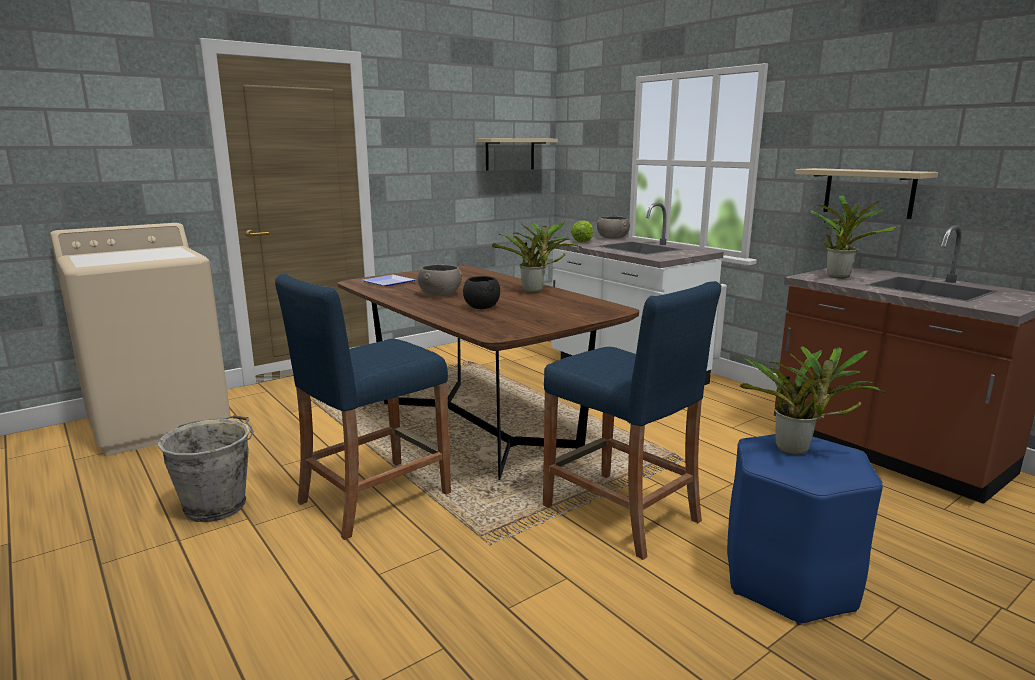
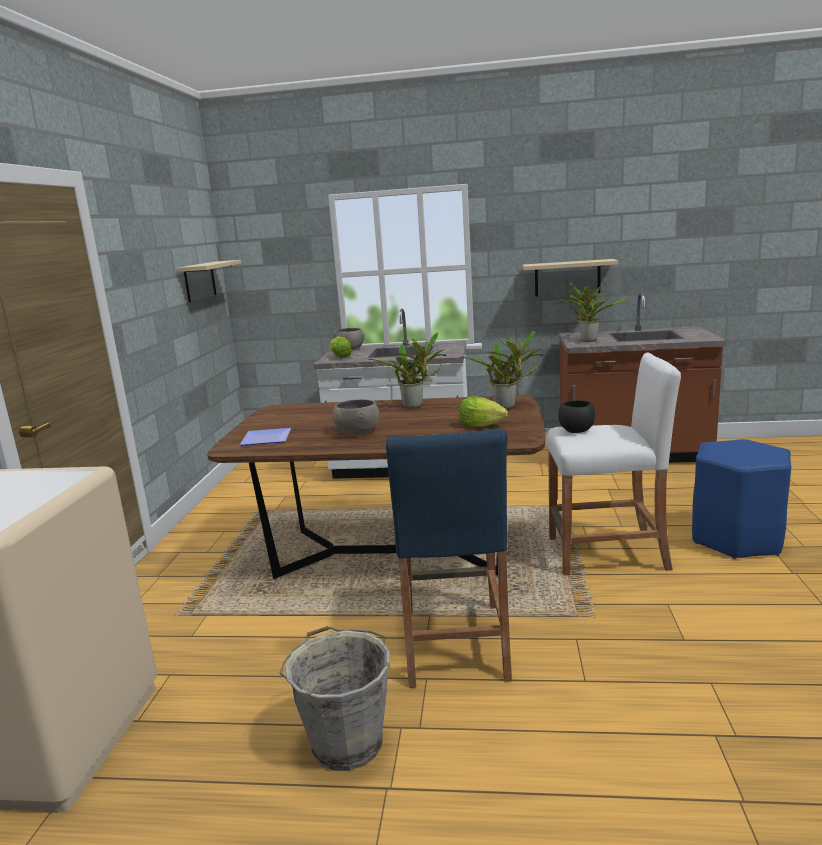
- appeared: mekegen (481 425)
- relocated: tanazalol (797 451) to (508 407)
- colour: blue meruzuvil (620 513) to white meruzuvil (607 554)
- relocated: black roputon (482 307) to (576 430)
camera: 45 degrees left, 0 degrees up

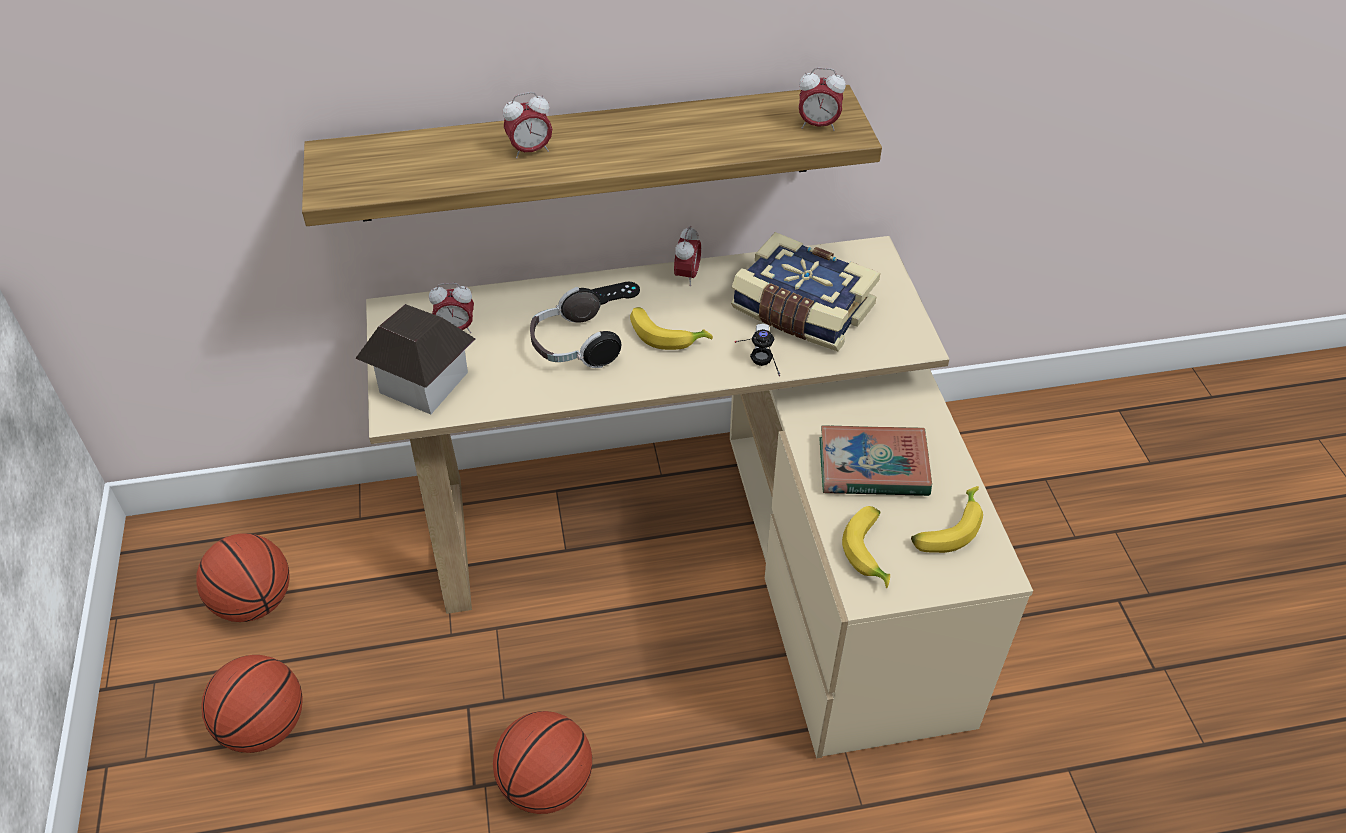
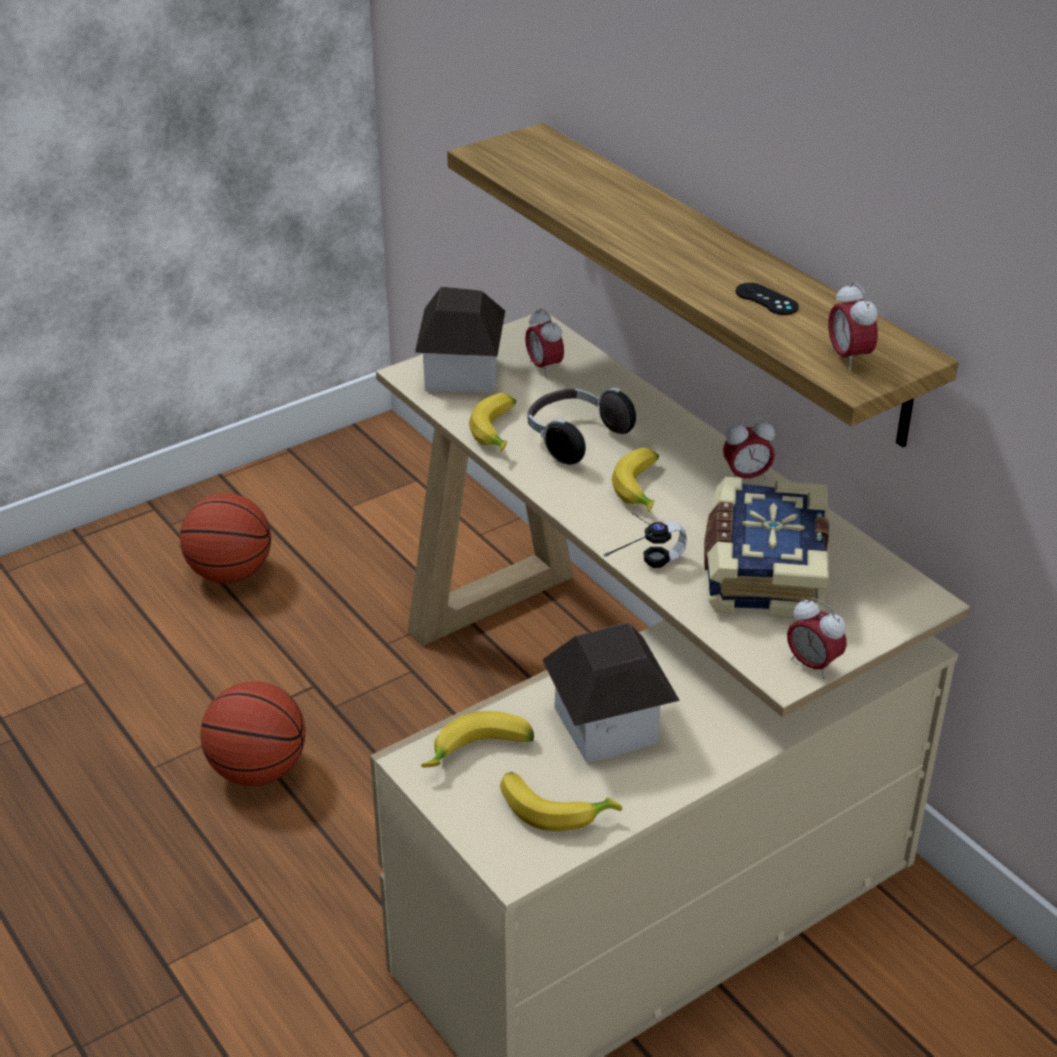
- appeared: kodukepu (500 432)
- exchanged: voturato (873 467) to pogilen (607 724)
- relocated: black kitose (613 293) to (766 299)
- relocated: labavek (530 151) to (812 665)
- missing: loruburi (254 602)
camera: 65 degrees right, 10 degrees down

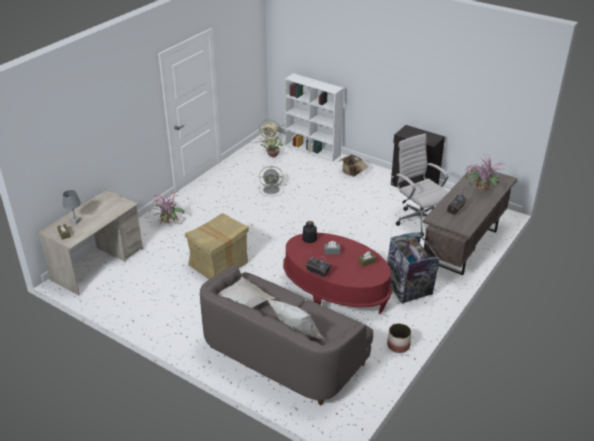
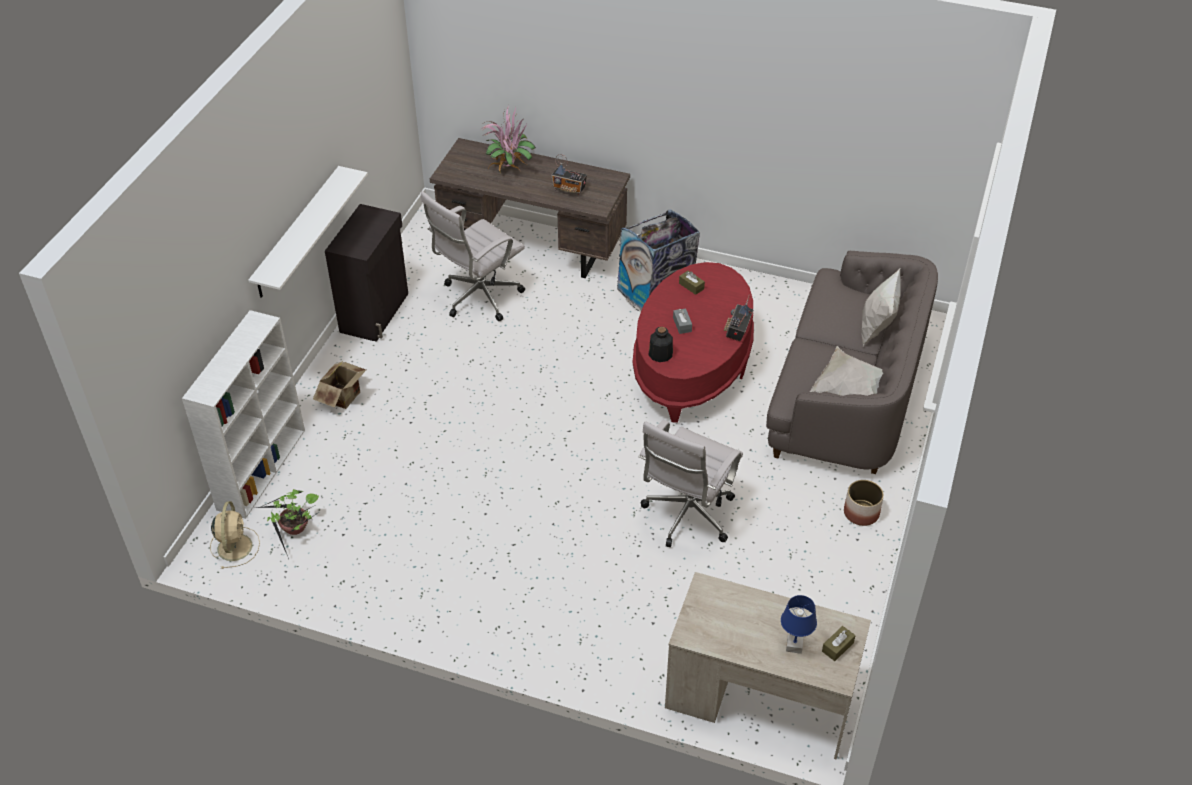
- appeared: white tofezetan (297 233)
- exchanged: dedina (219 264) to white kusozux (687 517)
- colour: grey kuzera (75 222) to blue kuzera (794 646)
- relocated: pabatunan (398 345) to (861 513)
- missing: tanazalol (168 223)
- missing: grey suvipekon (272 189)
camera: 105 degrees left, 10 degrees up

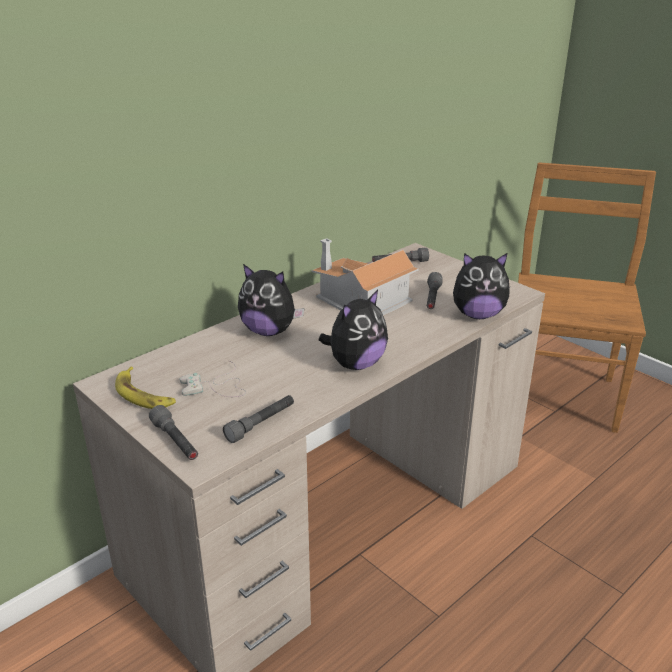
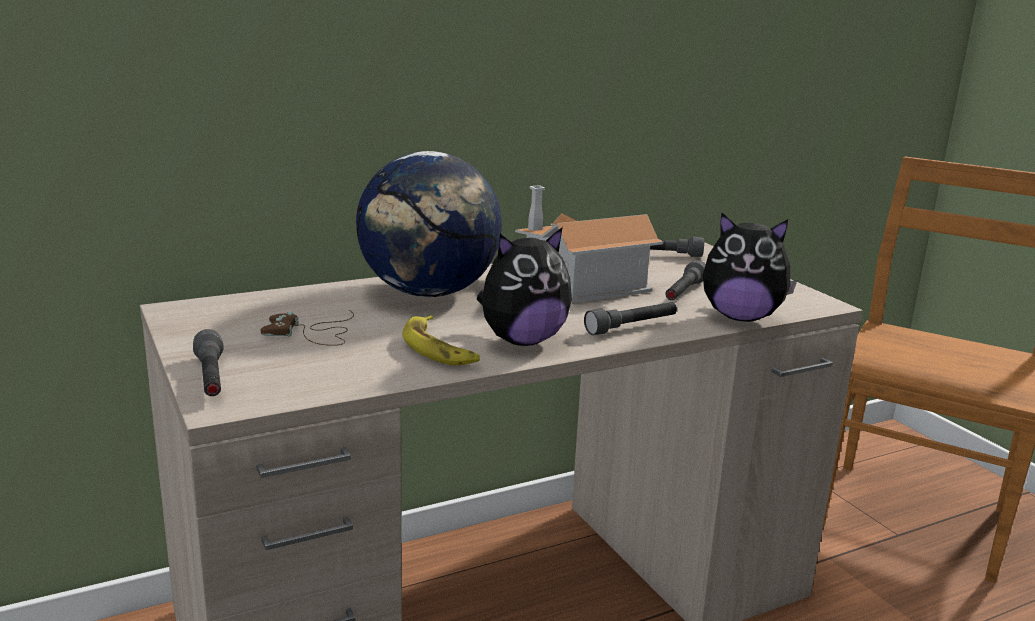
- colour: white kitose (216 386) to brown kitose (313 334)
- exchanged: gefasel (269 331) to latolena (429 293)
- relocated: kodukepu (144 394) to (438 348)
- relocated: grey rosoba (261 424) to (632 327)
camera: 15 degrees right, 10 degrees down

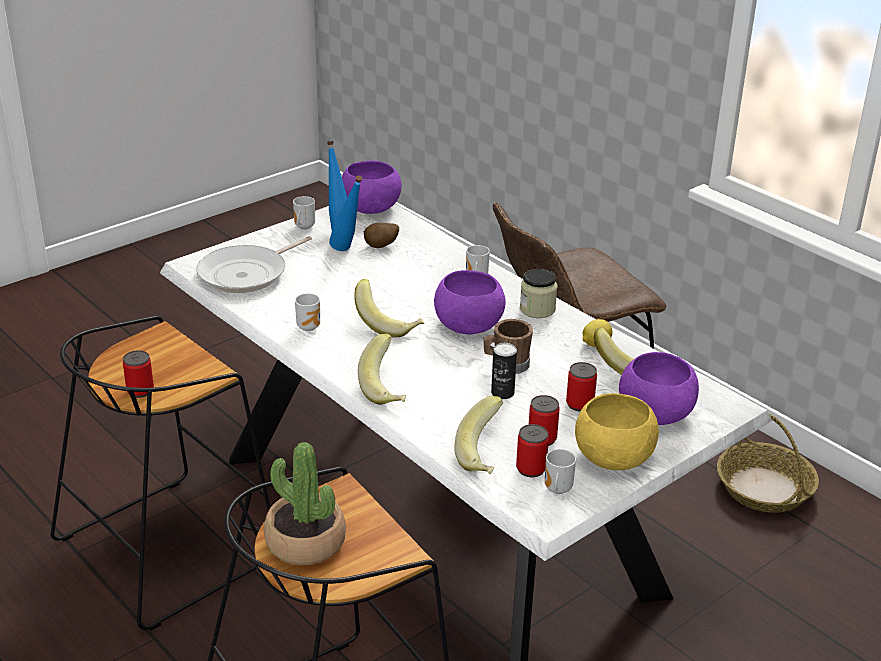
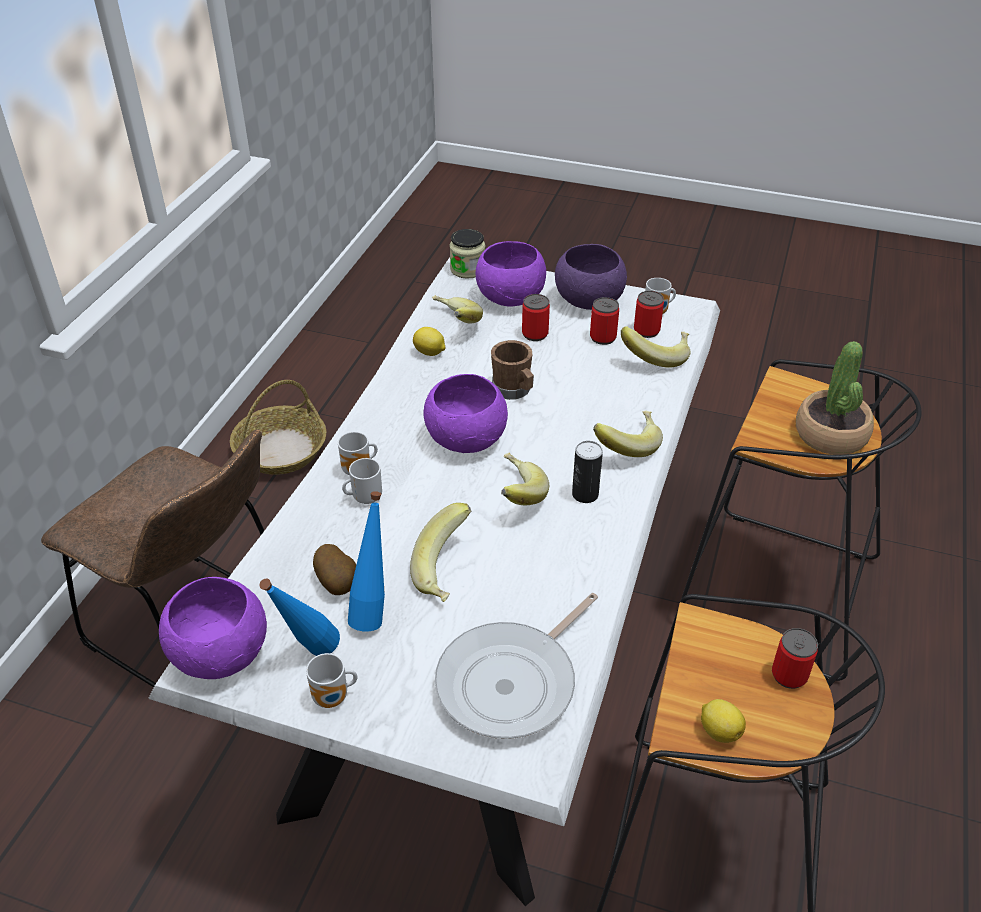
- relocated: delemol (310 327) to (365 498)
- appeared: kodukepu (448 571)
- spun: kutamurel (247 274) = (512 682) 120 degrees clockwise
- relocated: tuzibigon (537 309) to (467 269)
- colour: yellow roputon (614 457) to purple roputon (588 300)
- relocated: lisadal (502 393) to (585 494)
- appeared: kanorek (719 730)
camera: 120 degrees left, 10 degrees up

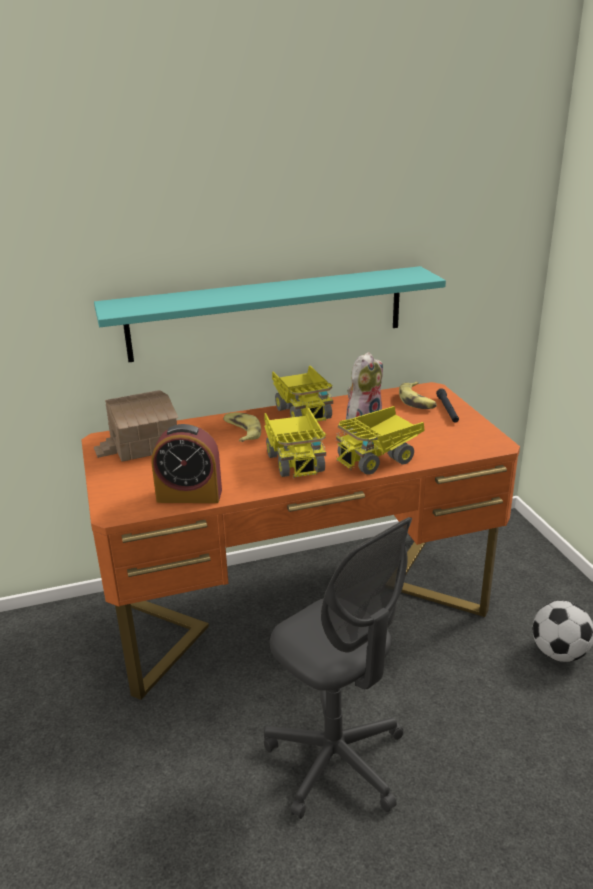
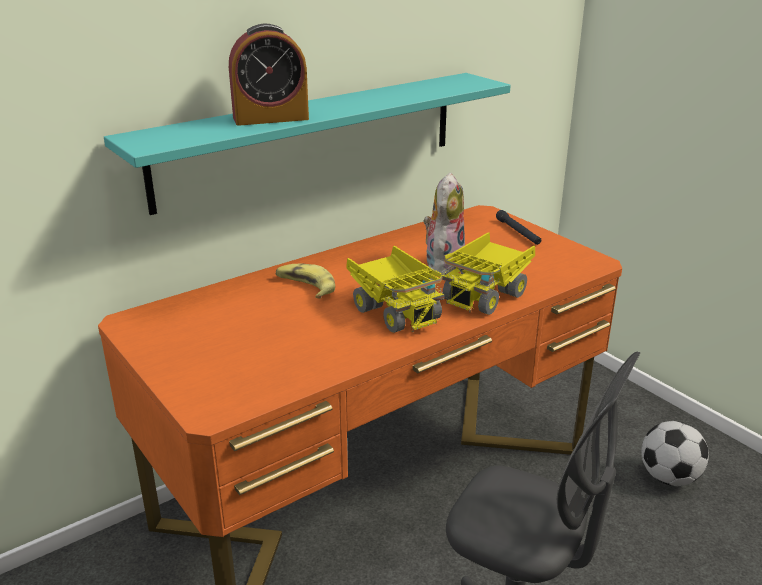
- relocated: labavek (189 495) to (270 118)
- missing: pogilen (144 442)
- missing: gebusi (303 411)
- missing: kodukepu (417 401)
camera: 20 degrees left, 0 degrees up

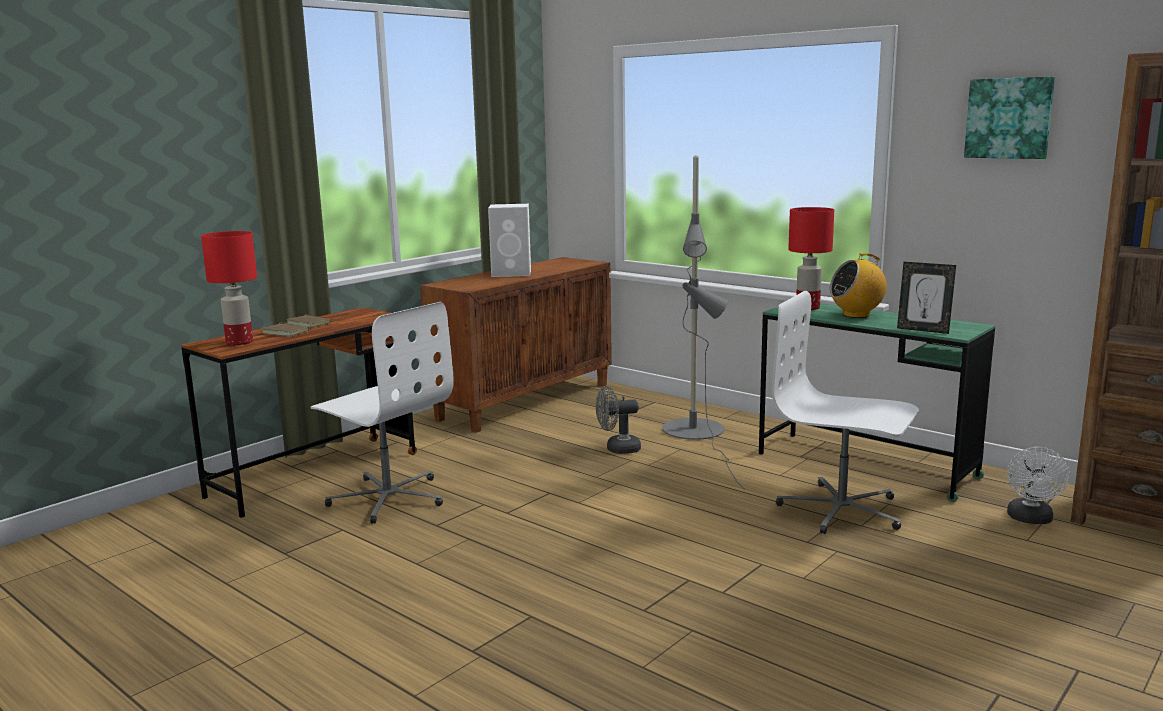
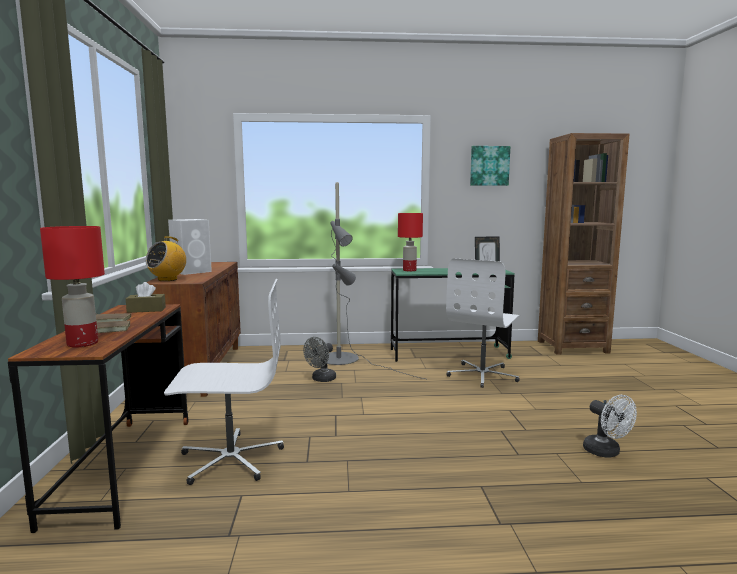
- appeared: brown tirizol (146 310)
- relocated: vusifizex (856 315) to (167 279)
- spun: white kusozux (841 510) = (483 375) 45 degrees counterclockwise
- relocated: white suvipekon (1031 519) to (606 452)
camera: 45 degrees left, 5 degrees down

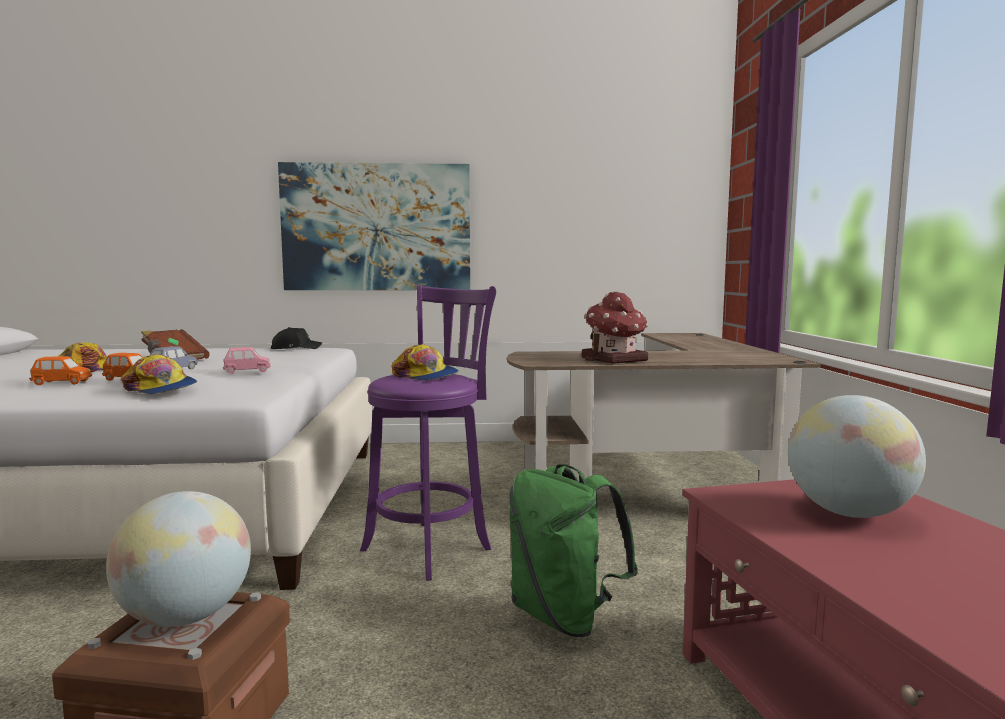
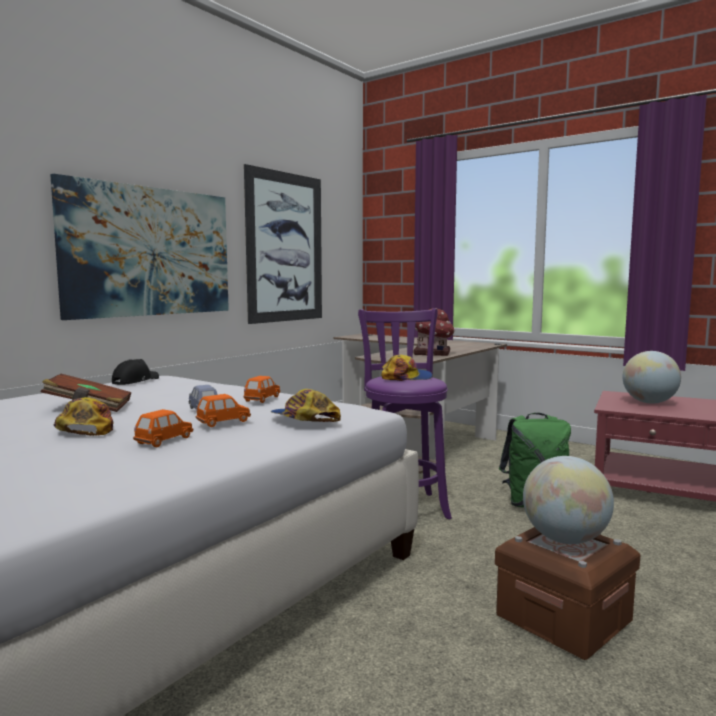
- colour: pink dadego (247 371) to orange dadego (262 399)
- appeared: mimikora (285 247)
- spun: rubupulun (160 388) = (304 419) 120 degrees counterclockwise
camera: 50 degrees left, 0 degrees up

